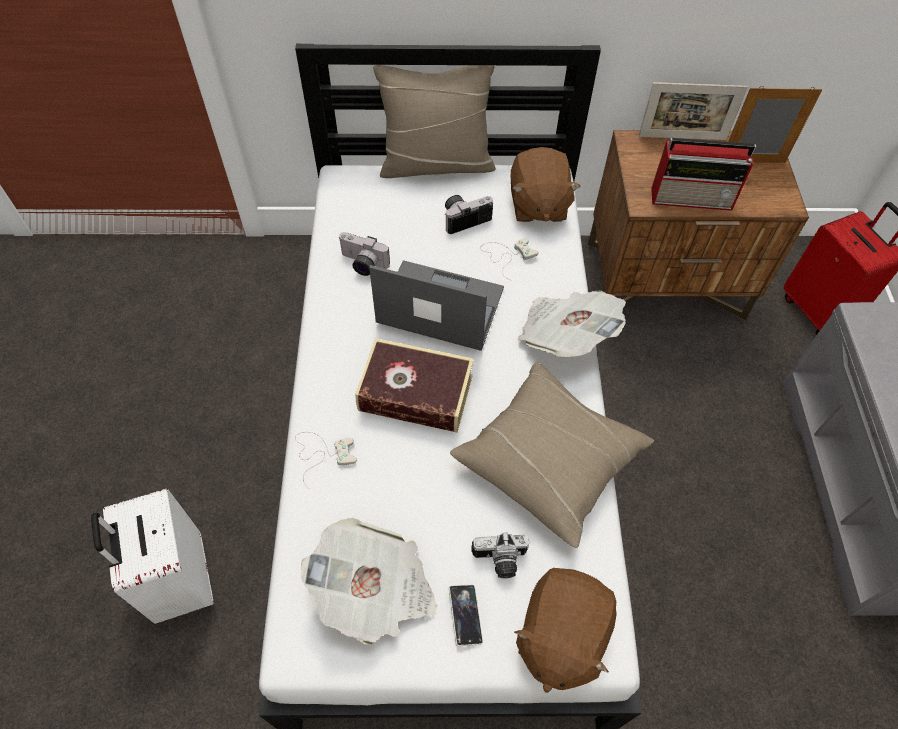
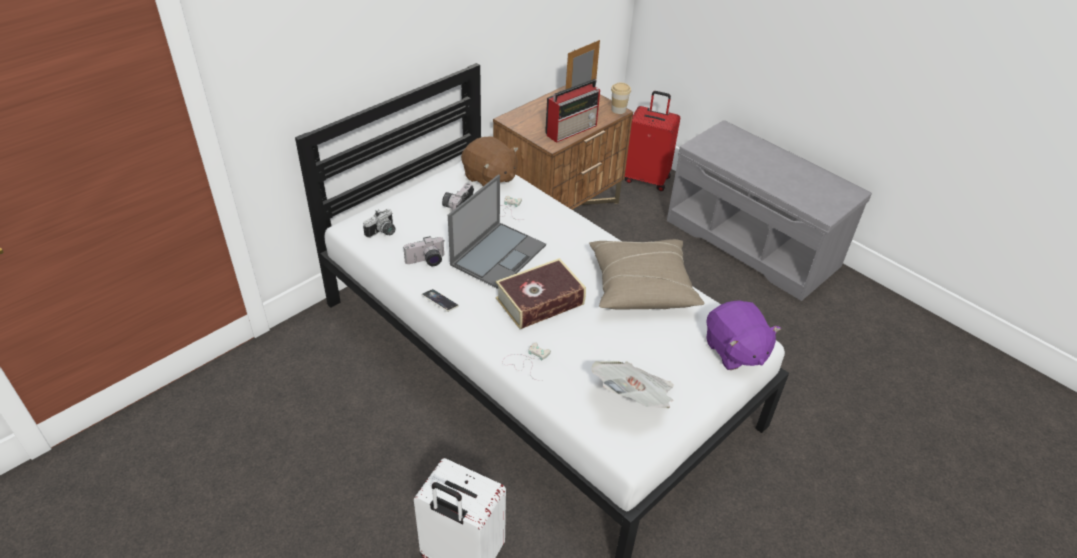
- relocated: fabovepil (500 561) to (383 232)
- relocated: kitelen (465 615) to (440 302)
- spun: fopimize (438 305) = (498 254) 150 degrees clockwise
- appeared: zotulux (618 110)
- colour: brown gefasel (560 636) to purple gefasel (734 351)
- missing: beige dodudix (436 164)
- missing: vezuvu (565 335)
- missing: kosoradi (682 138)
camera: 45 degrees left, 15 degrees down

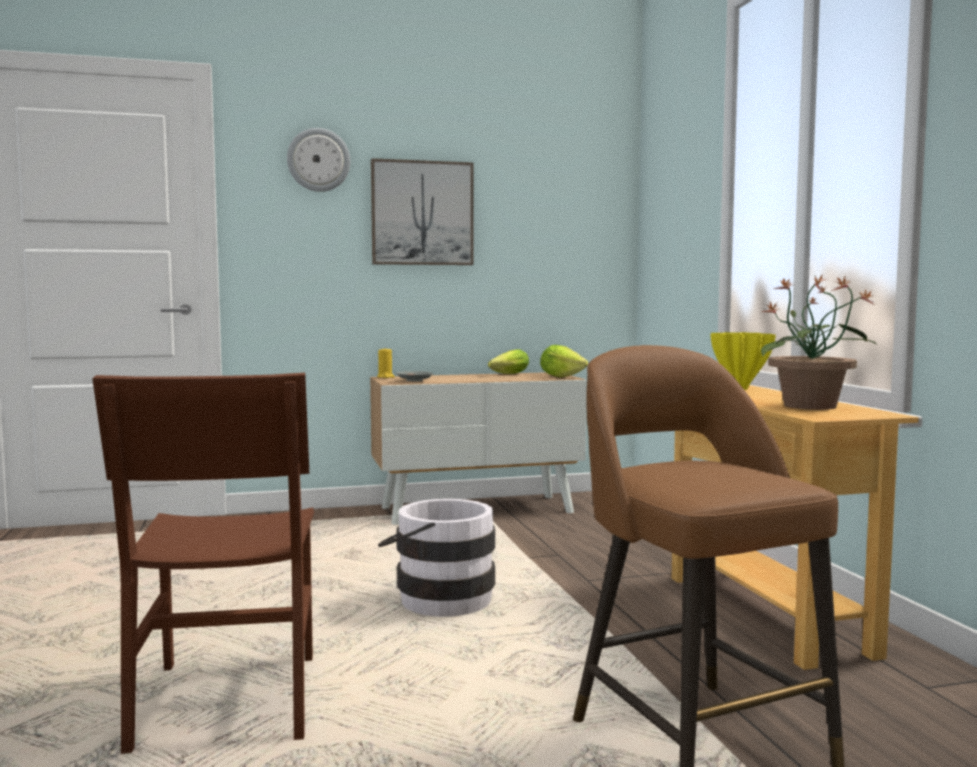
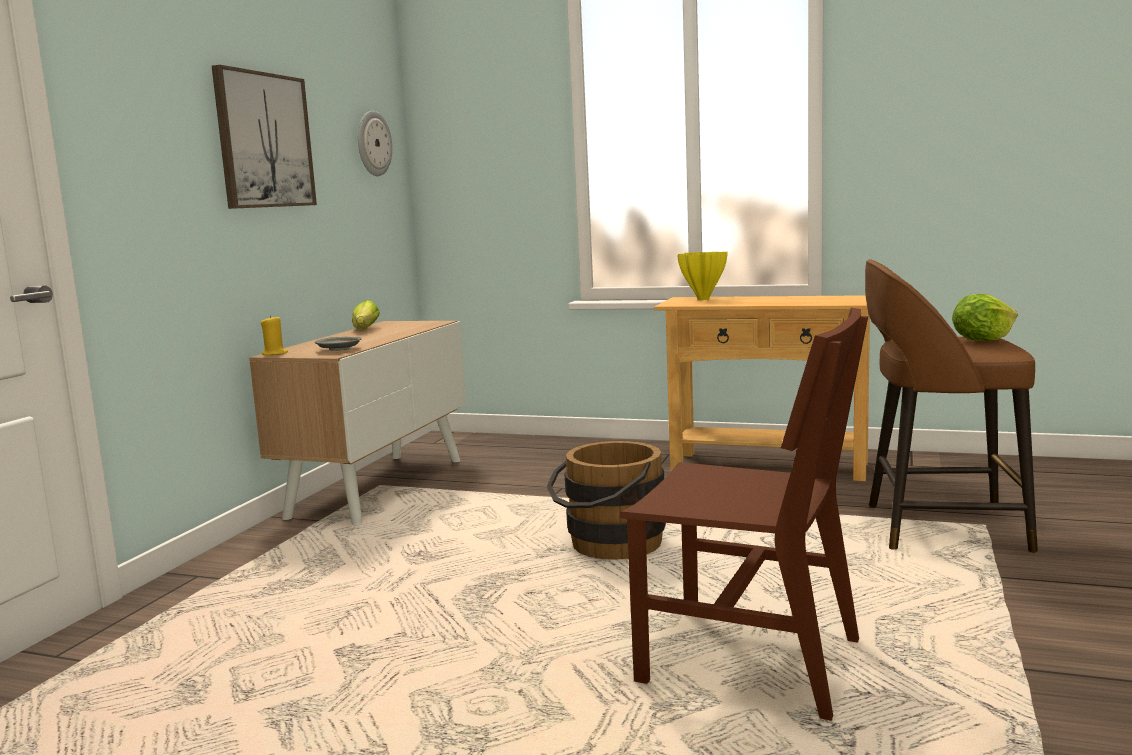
- relocated: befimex (318 160) to (373 143)
- colour: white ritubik (437 600) to brown ritubik (609 546)
- relocated: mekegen (561 376) to (982 340)
- missing: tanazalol (811 406)
camera: 55 degrees left, 5 degrees up

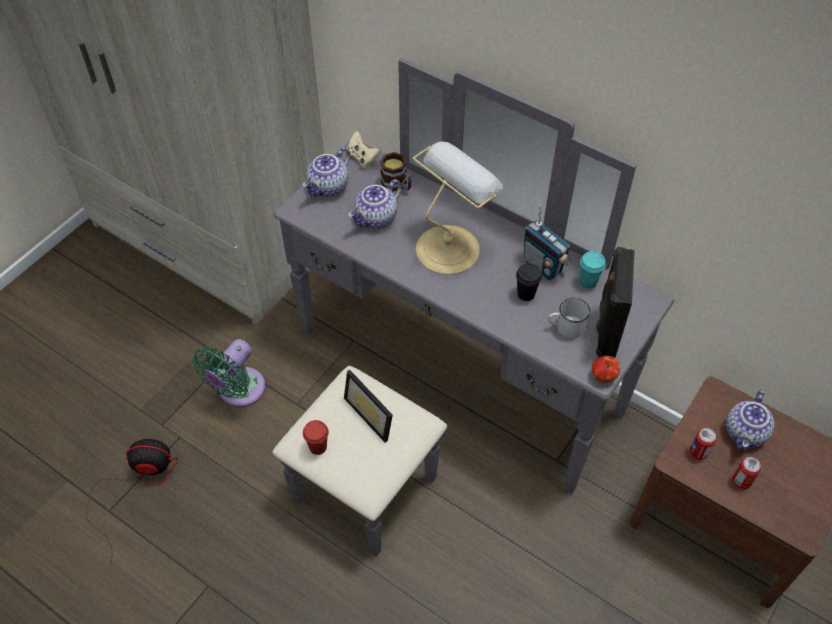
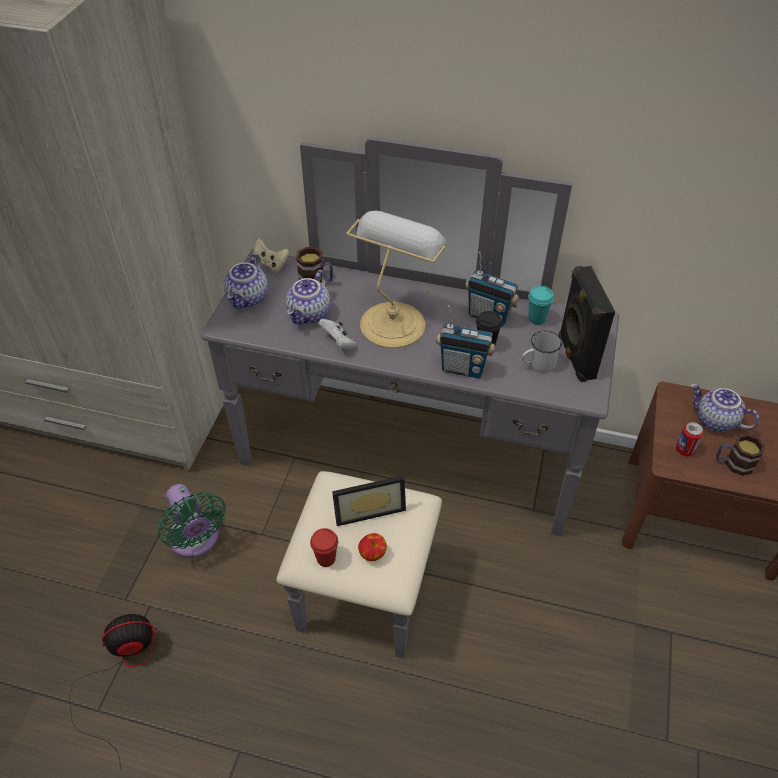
- spun: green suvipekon (238 391) = (196 540) 45 degrees counterclockwise
- appeared: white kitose (339 343)
- spun: kosoradi (373 413) = (368 507) 45 degrees counterclockwise
- relocated: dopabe (603 376) to (372 554)
- appeared: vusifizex (463 368)
- spun: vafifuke (746 433) = (715 421) 120 degrees clockwise
- exchanged: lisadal (741 481) to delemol (733 463)
camera: 20 degrees left, 5 degrees down

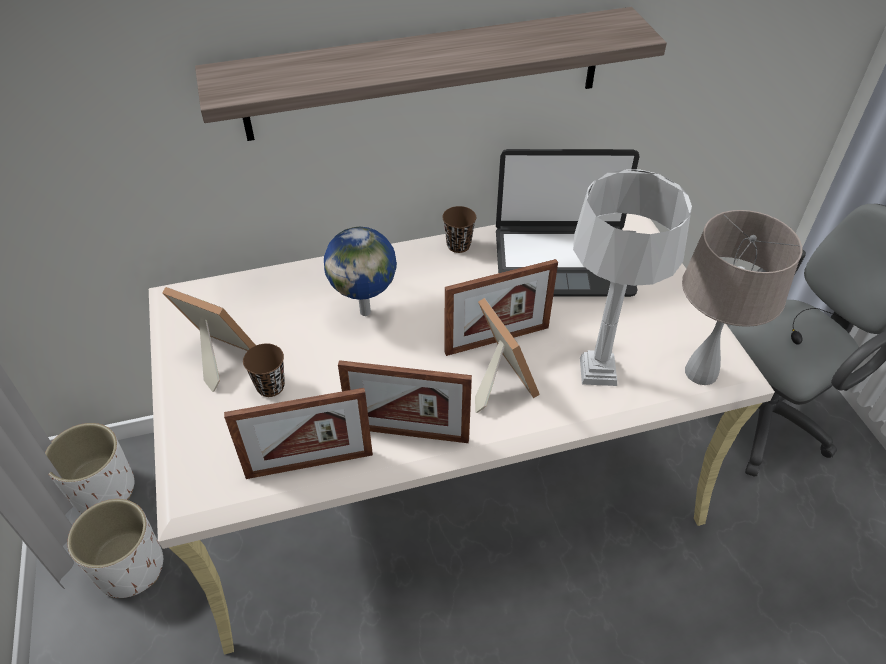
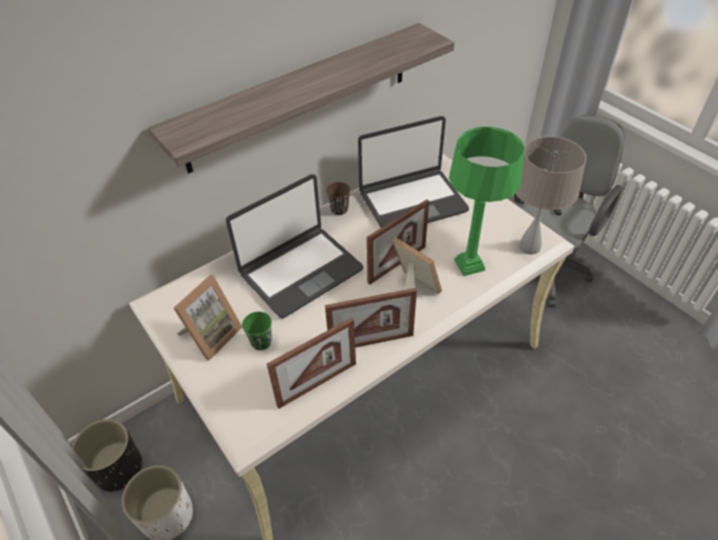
- colour: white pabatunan (104 489) to black pabatunan (118 468)
- spun: kosoradi (216 358) = (211 335) 120 degrees clockwise
- exchanged: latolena (366 311) to fopimize (300 271)
- colour: brown zotulux (270 386) to green zotulux (261 342)
- colour: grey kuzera (598 371) to green kuzera (469 265)
camera: 20 degrees left, 0 degrees up

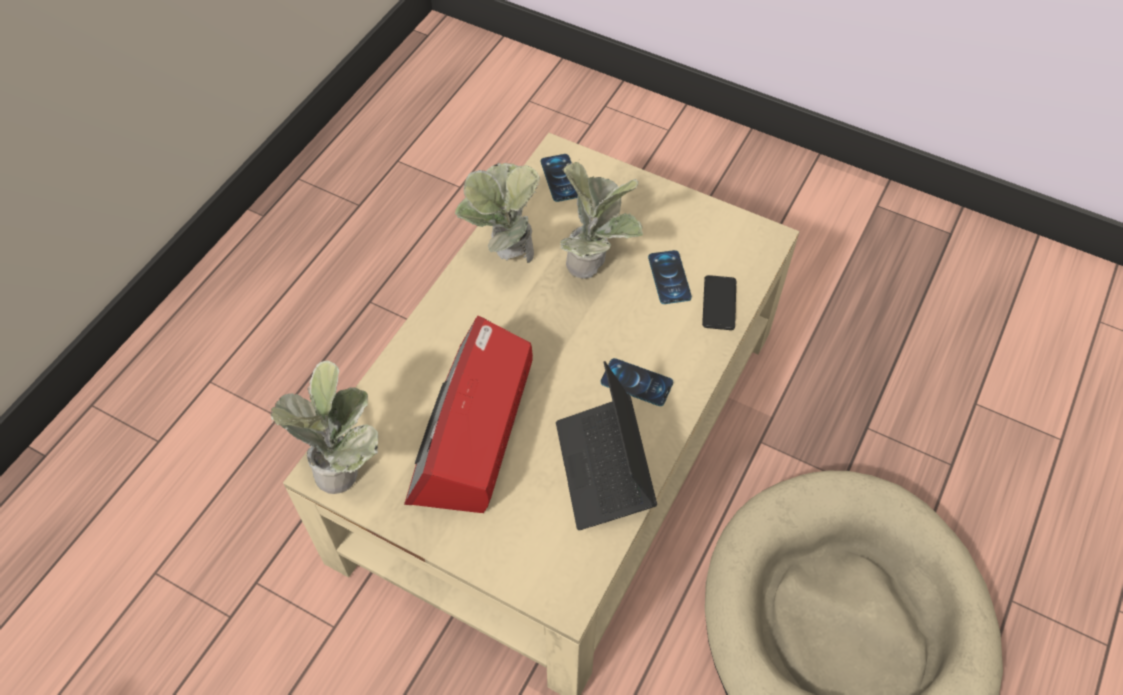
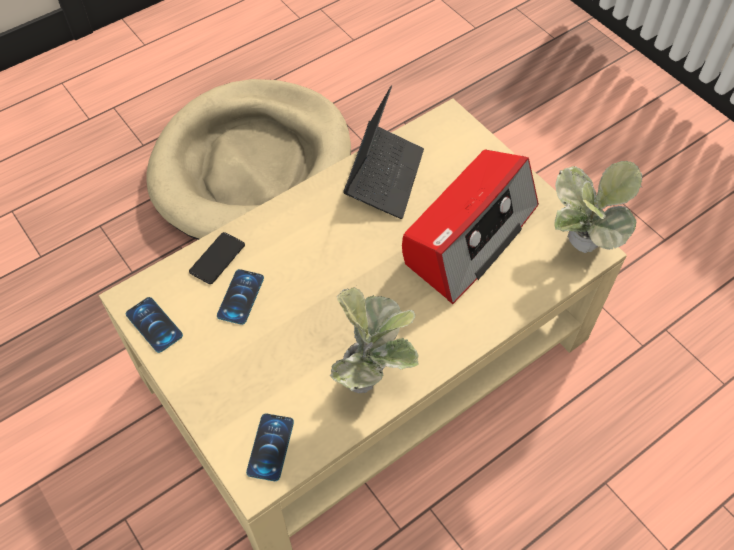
- relocated: kitelen (636 382) to (154 325)
- missing: tanazalol (595 265)
camera: 155 degrees left, 0 degrees up

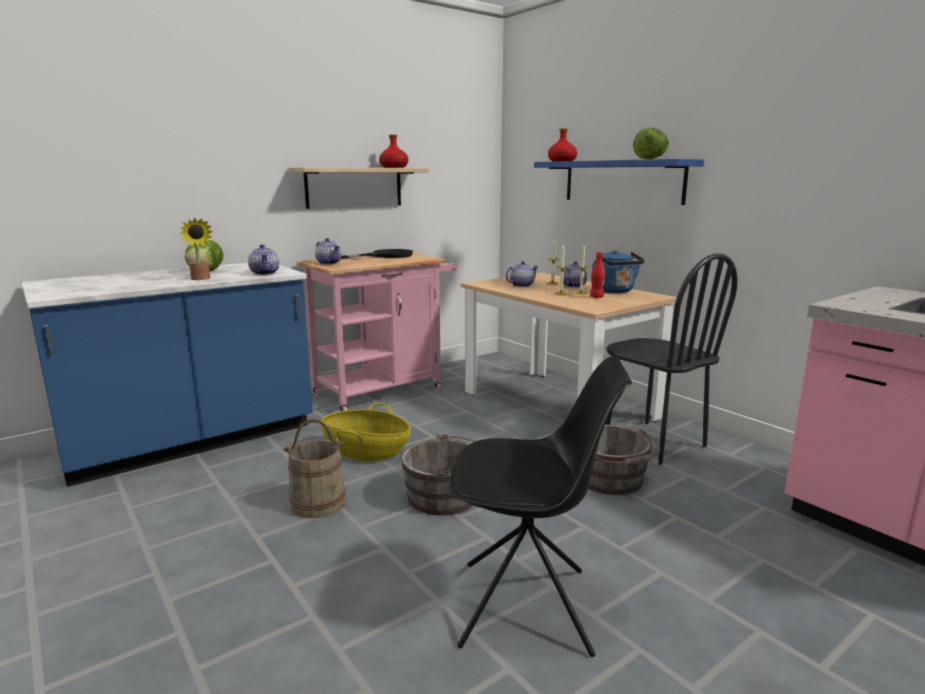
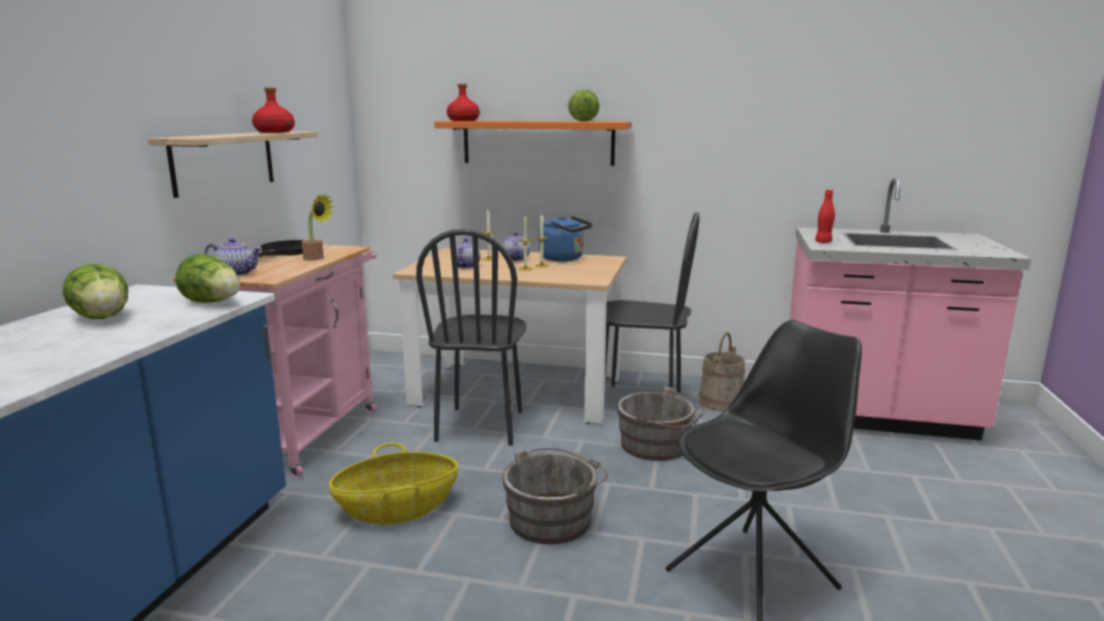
- exchanged: vafifuke (265 273) to mekegen (213 303)
- relocated: tanazalol (201 279) to (317 258)
- appeared: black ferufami (481 426)
- colour: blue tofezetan (622 181) to orange tofezetan (538 142)
- relocated: beige ritubik (318 503) to (720 402)
- relocated: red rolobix (596 297) to (823 242)
camera: 40 degrees left, 0 degrees up

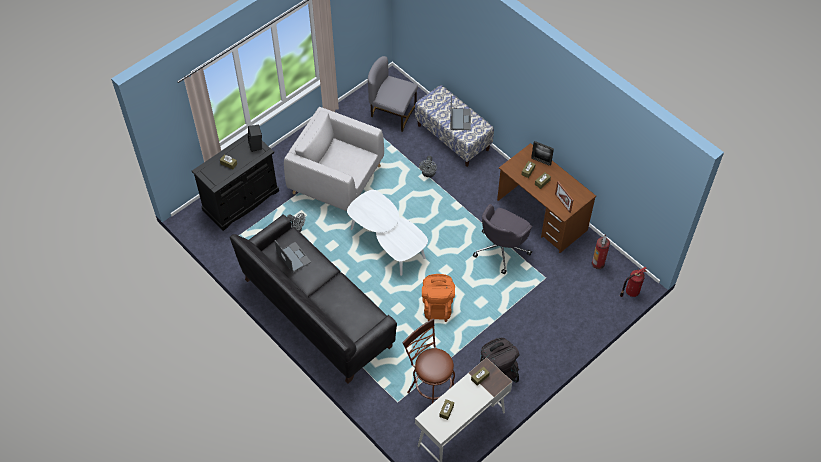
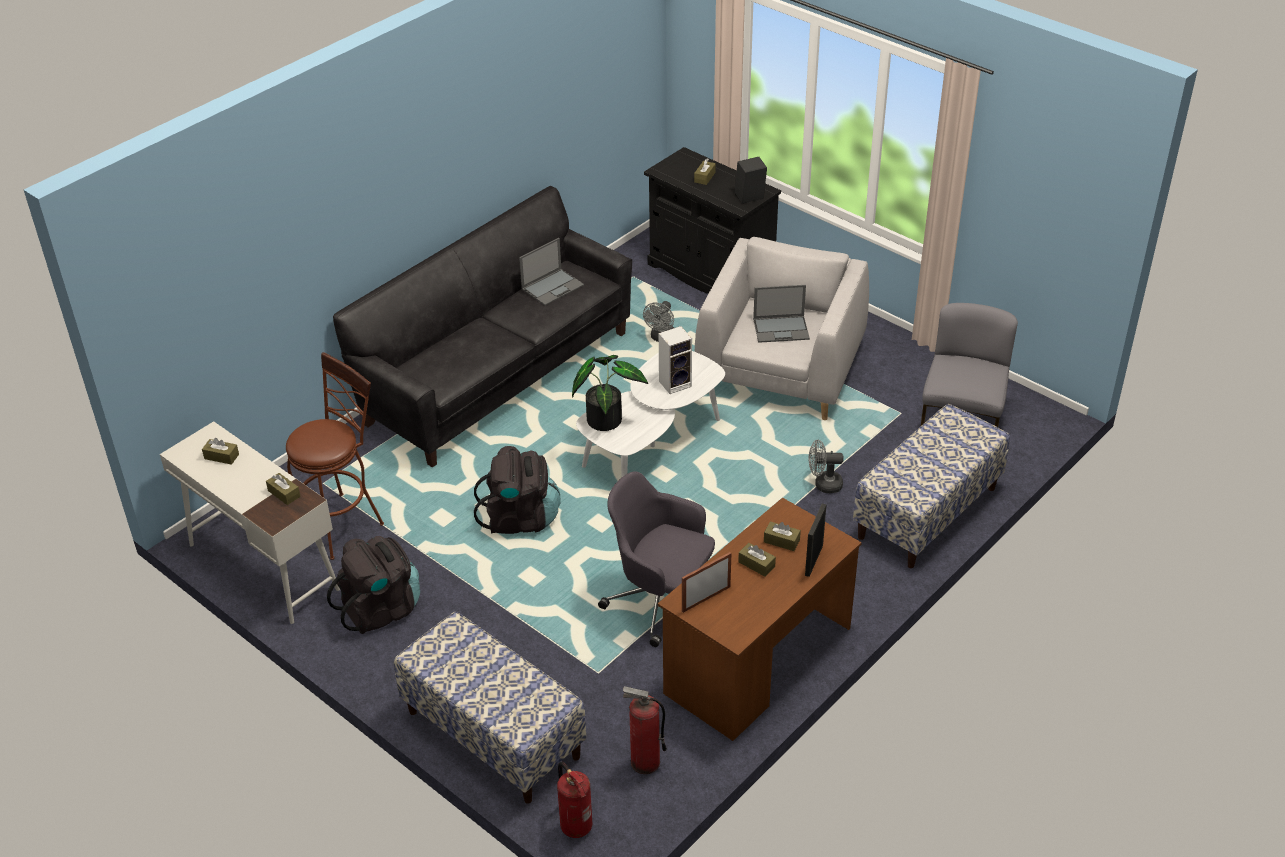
- appeared: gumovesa (492 734)
- colour: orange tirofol (437 306) to black tirofol (520 518)
- appeared: tanazalol (607 418)
- appeared: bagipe (676 383)
- relocated: fopimize (460 119) to (781 329)
camera: 85 degrees right, 15 degrees down

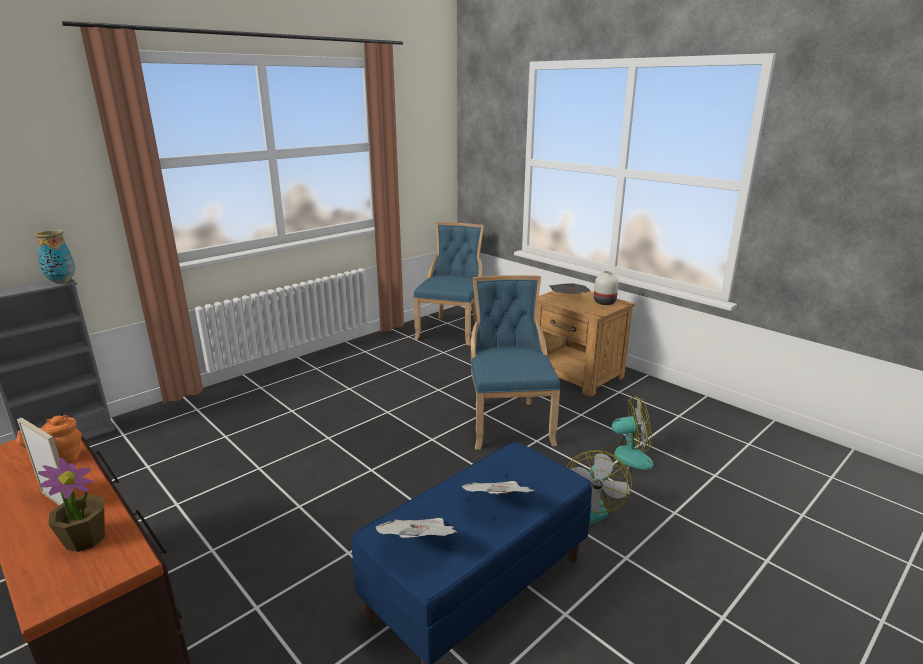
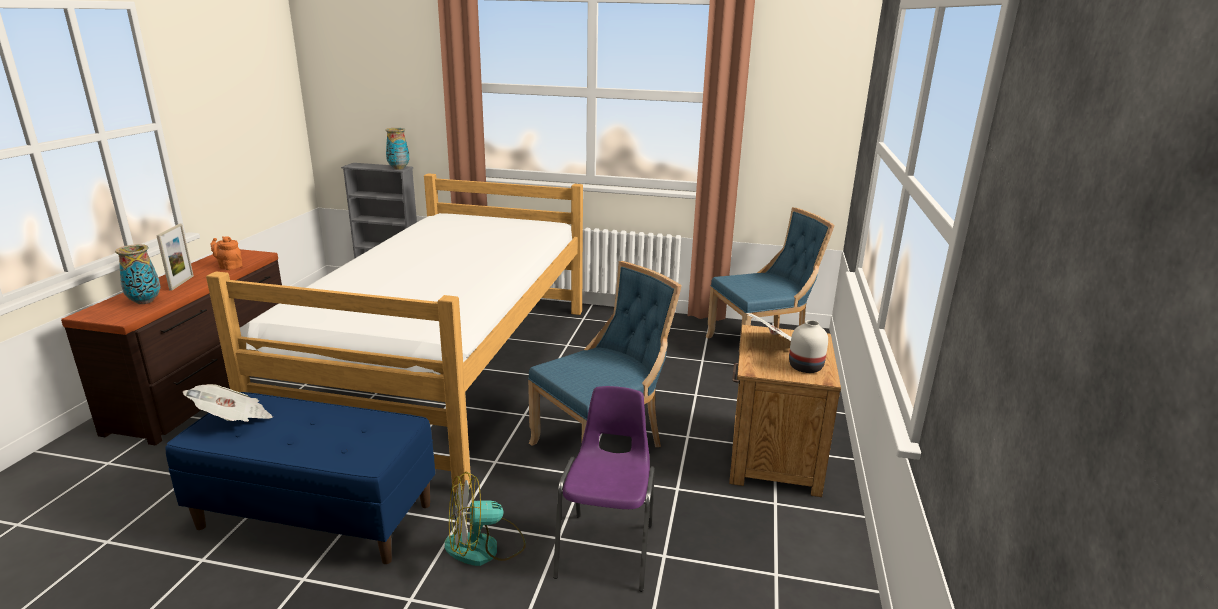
- exchanged: tanazalol (85 538) to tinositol (145 301)
- appeared: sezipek (449 370)
- exchanged: suvipekon (623 459) to purple ferufami (607 548)
- missing: vezuvu (498 503)
camera: 55 degrees right, 0 degrees up

